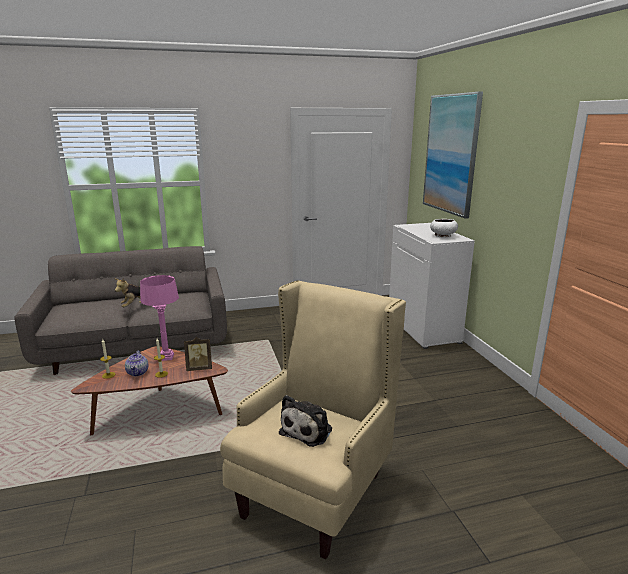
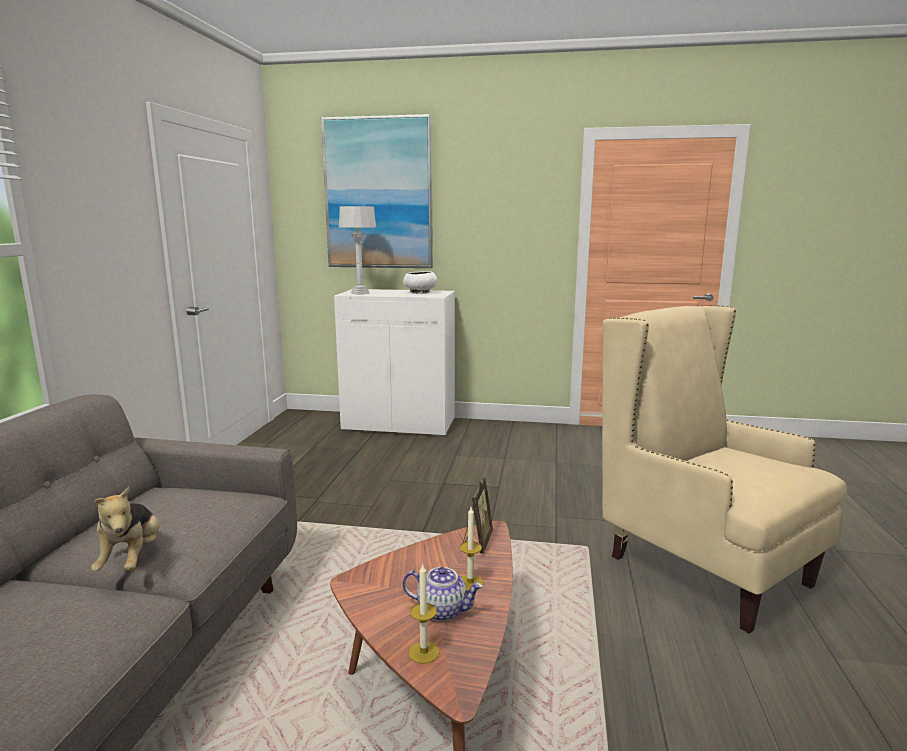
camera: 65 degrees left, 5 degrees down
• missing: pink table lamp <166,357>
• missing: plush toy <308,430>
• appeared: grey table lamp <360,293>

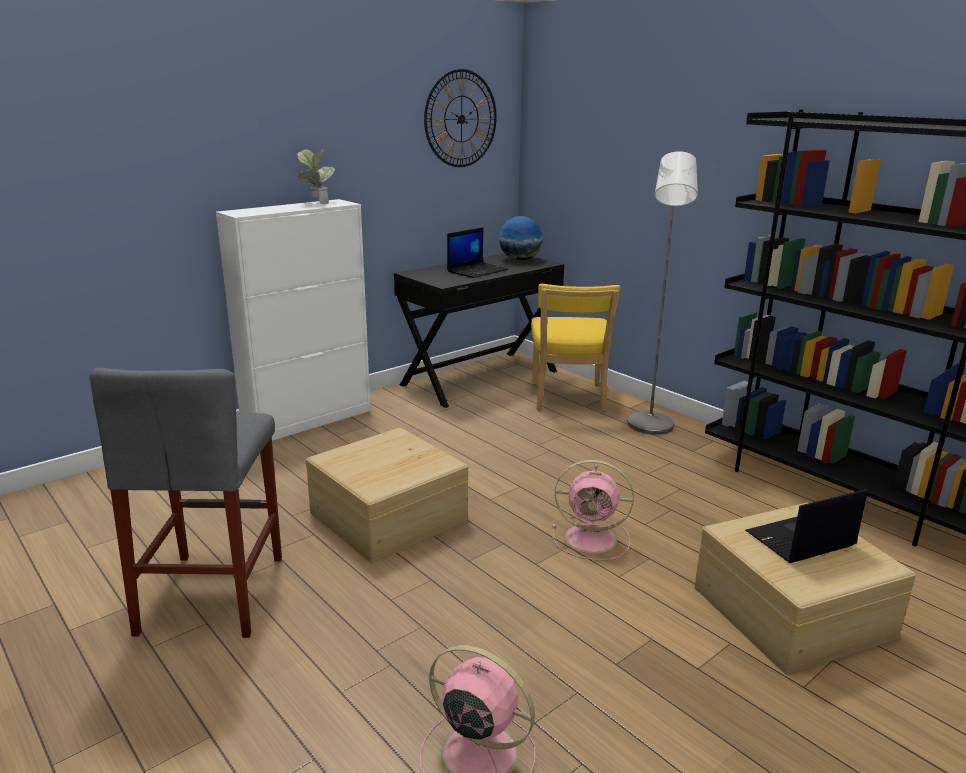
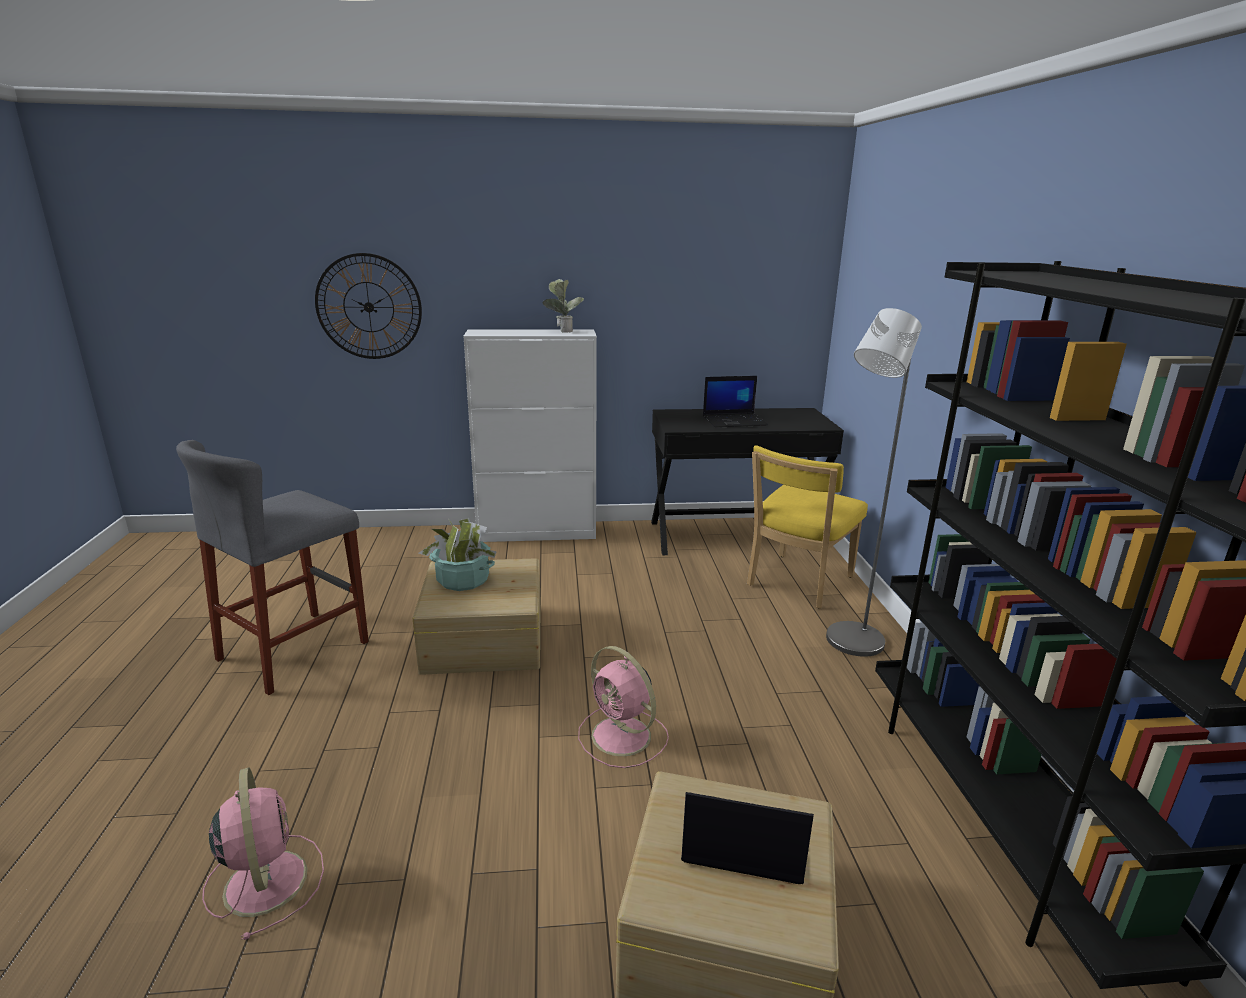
camera: 35 degrees right, 0 degrees up
• relocated: wall clock <461,119> to <369,307>
• missing: globe <520,260>
• appeared: potted plant <463,580>

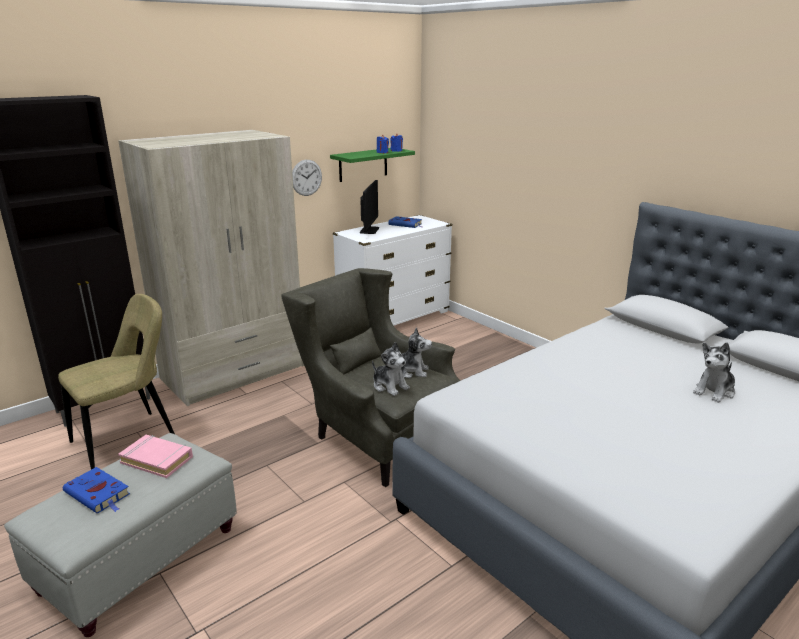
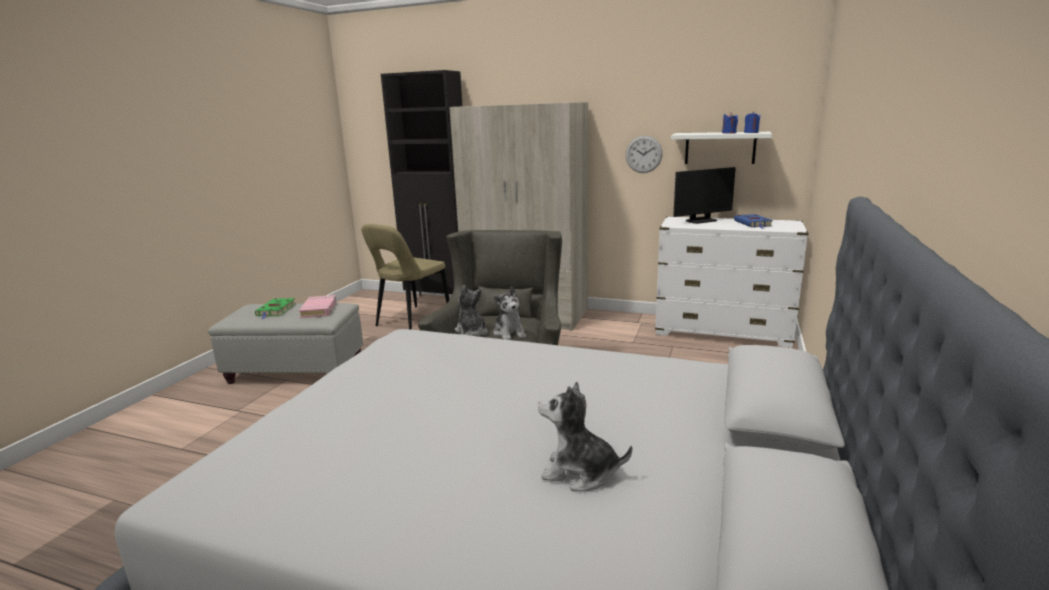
camera: 60 degrees right, 5 degrees down
• spun: beige chair <129,439> = <411,321> 105 degrees clockwise
• colour: blue book <98,494> to green book <276,310>
• colour: green shelf <363,164> to white shelf <720,148>
• spun: plush toy <390,386> = <471,333> 135 degrees clockwise

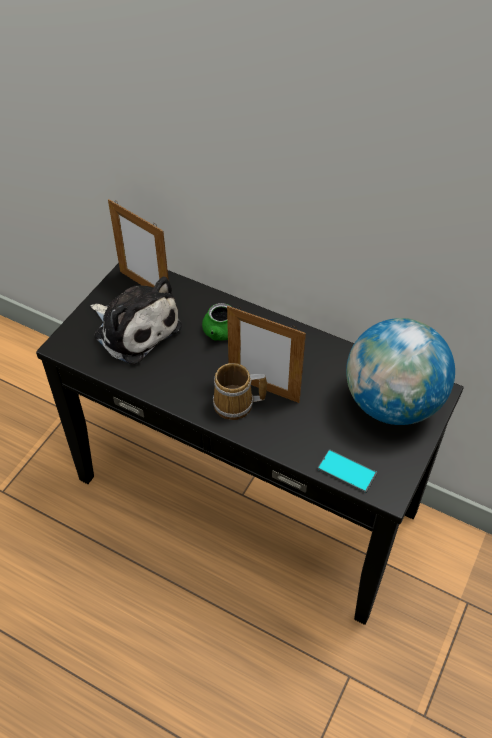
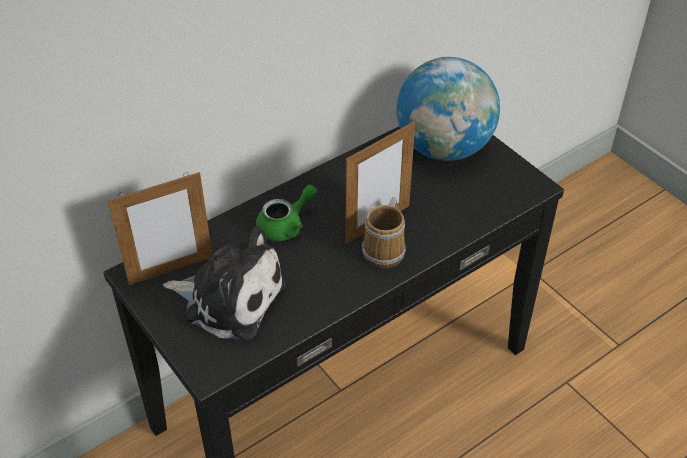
camera: 65 degrees left, 5 degrees down
• spun: plush toy <135,329> = <229,298> 45 degrees clockwise
• missing: phone <347,471>

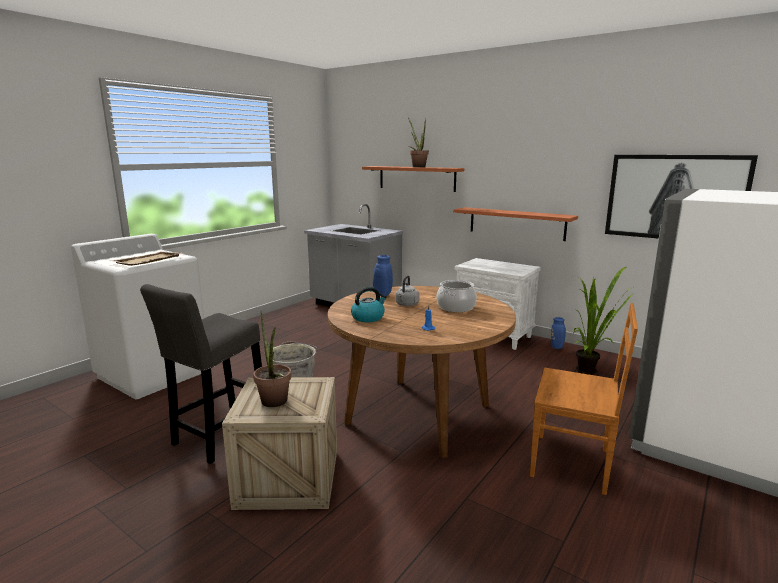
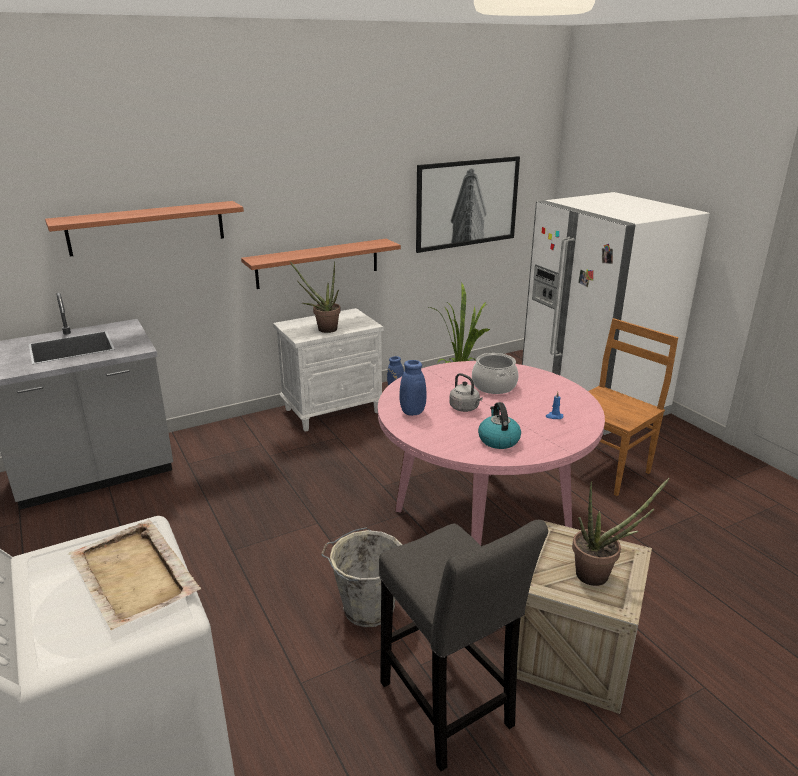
camera: 65 degrees left, 10 degrees up
• colour: brown dining table <418,414> to pink dining table <481,520>
• relocated: potted plant <417,167> to <323,329>

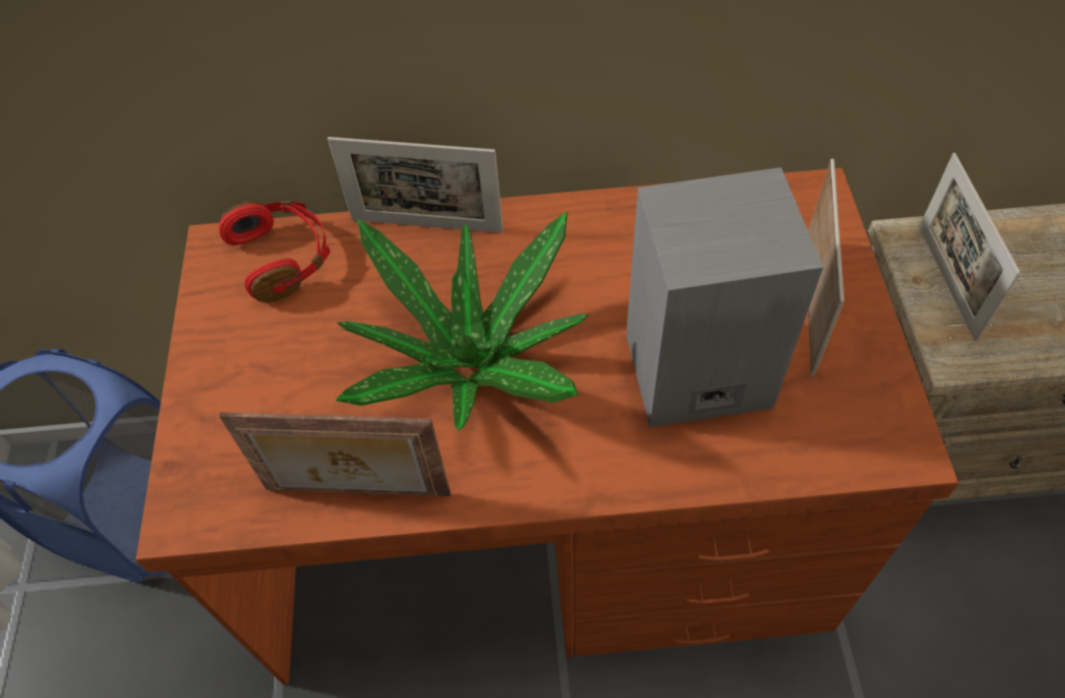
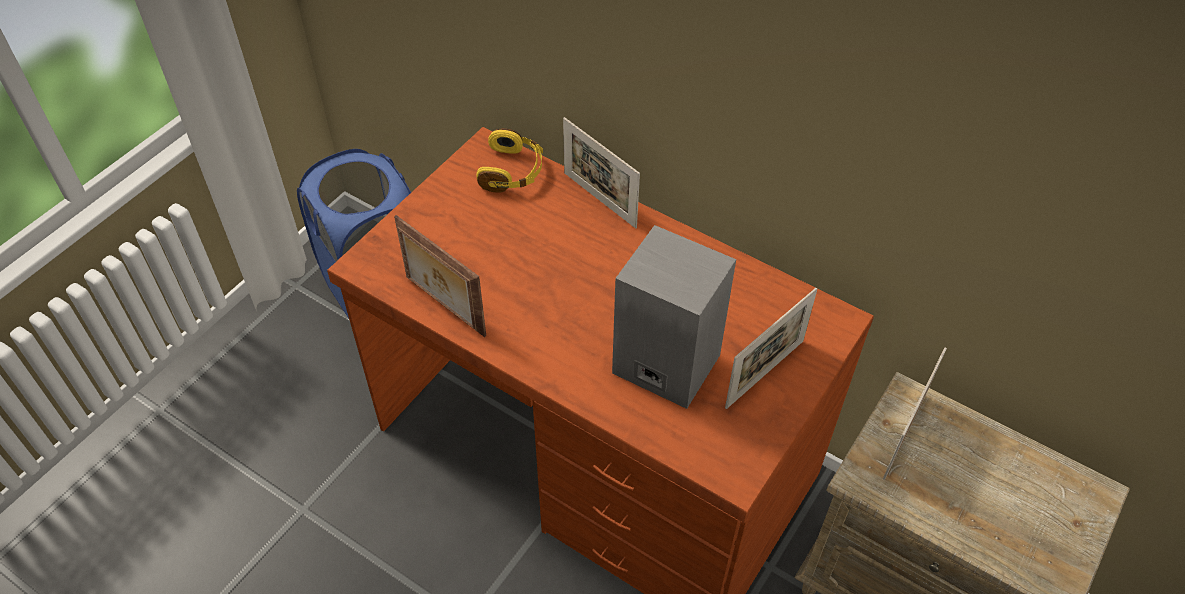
camera: 35 degrees right, 5 degrees down
• colour: red headphones <283,258> to yellow headphones <512,172>
• missing: potted plant <470,362>

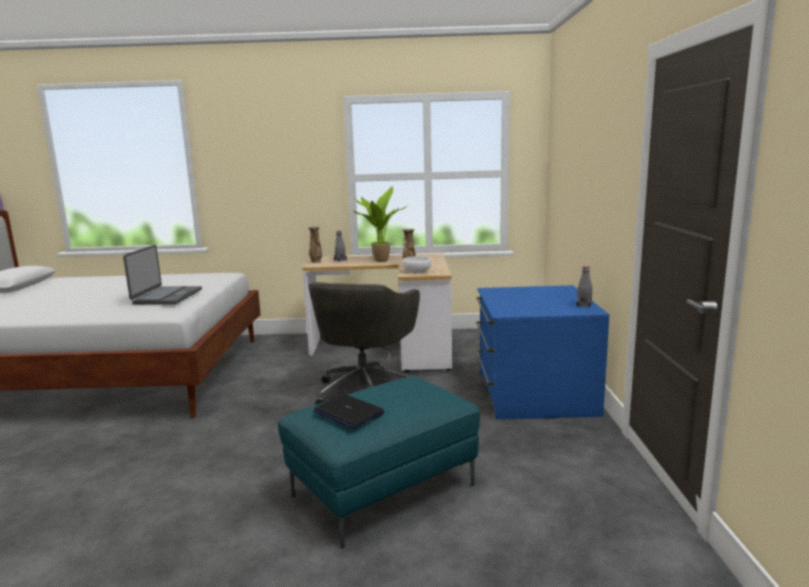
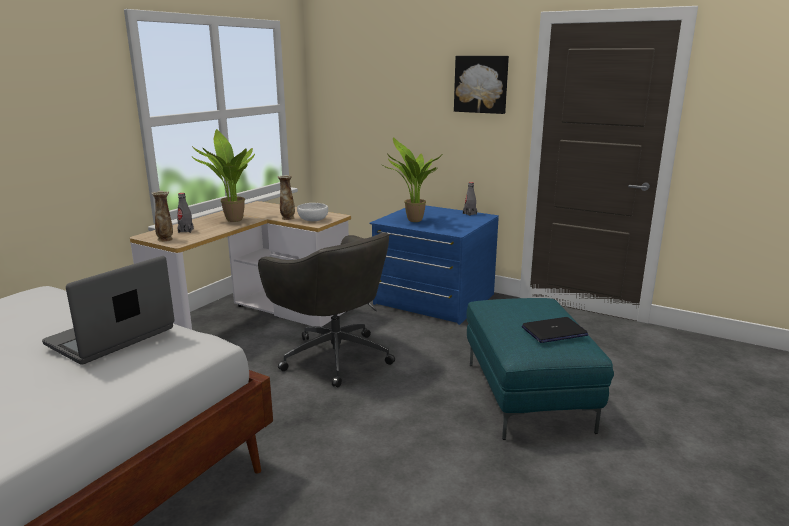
camera: 60 degrees left, 5 degrees up
• spun: laptop <167,296> = <112,337> 90 degrees counterclockwise
• appeared: potted plant <412,221>
• appeared: picture <481,84>

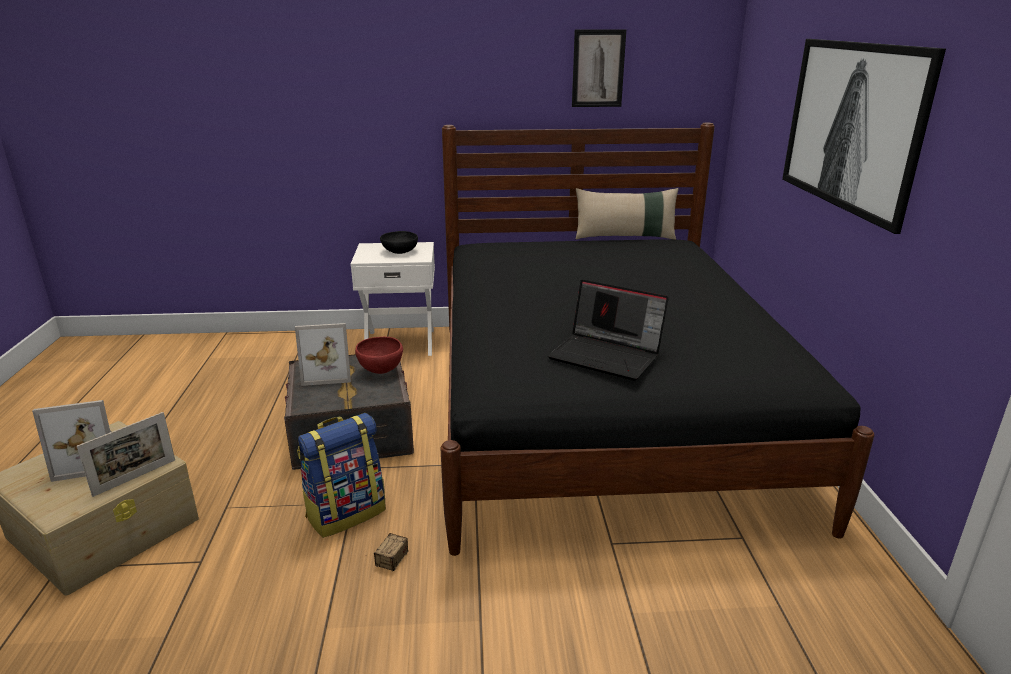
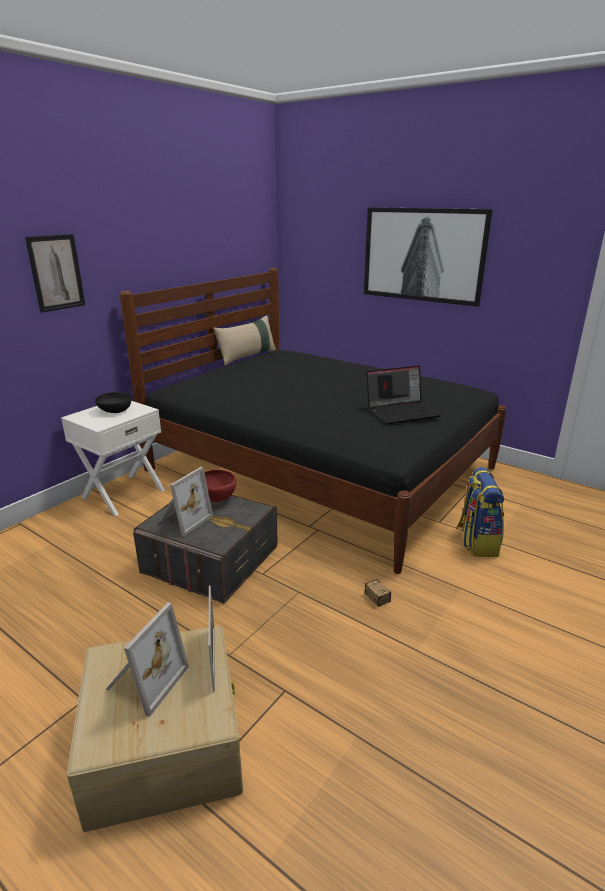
camera: 50 degrees left, 0 degrees up
• relocated: backpack <346,513> to <476,542>
• relocated: picture <598,68> to <56,272>

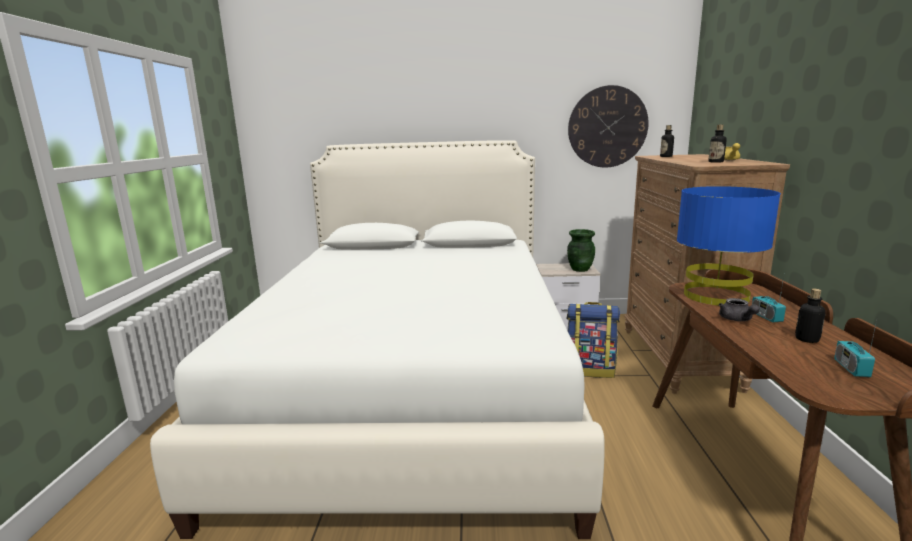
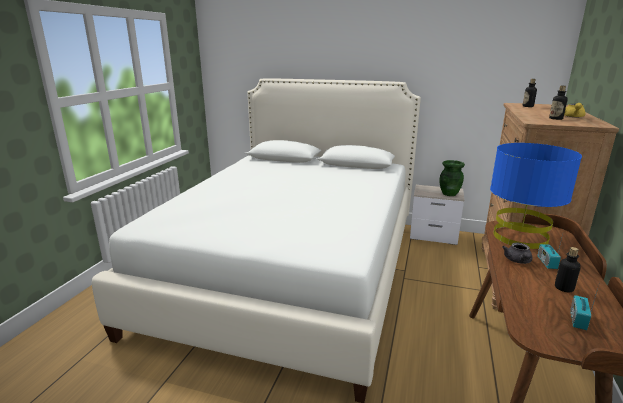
camera: 15 degrees right, 5 degrees up
• missing: backpack <590,370>
• missing: wall clock <607,127>

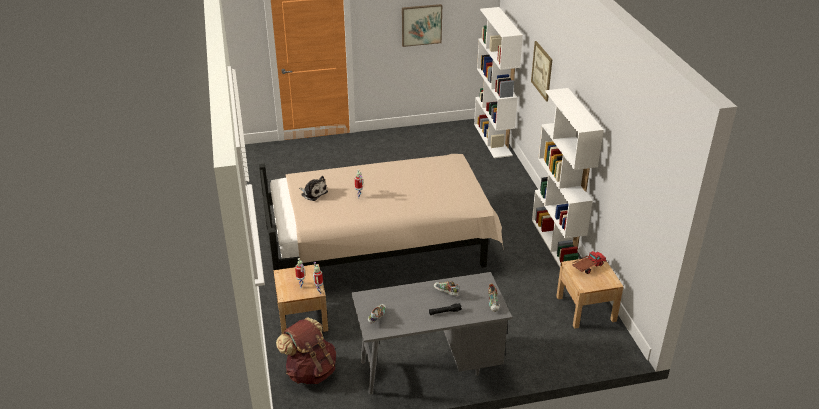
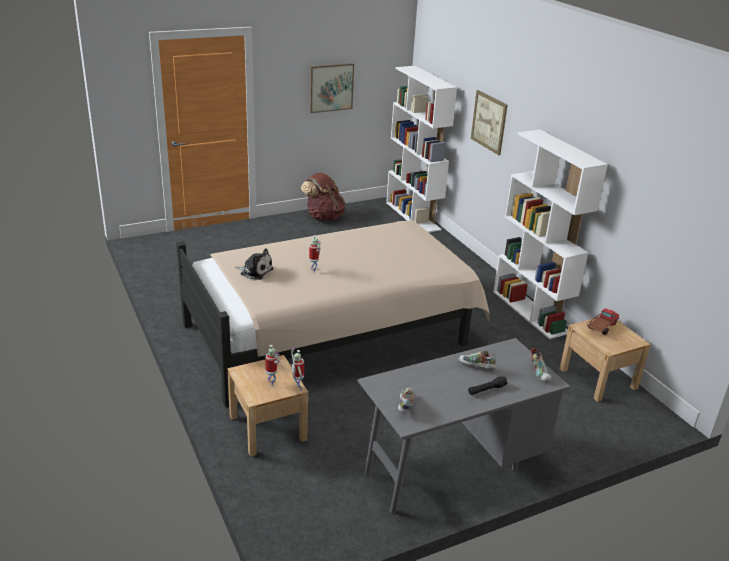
camera: 15 degrees left, 5 degrees down
• relocated: brown backpack <310,371> to <323,217>

